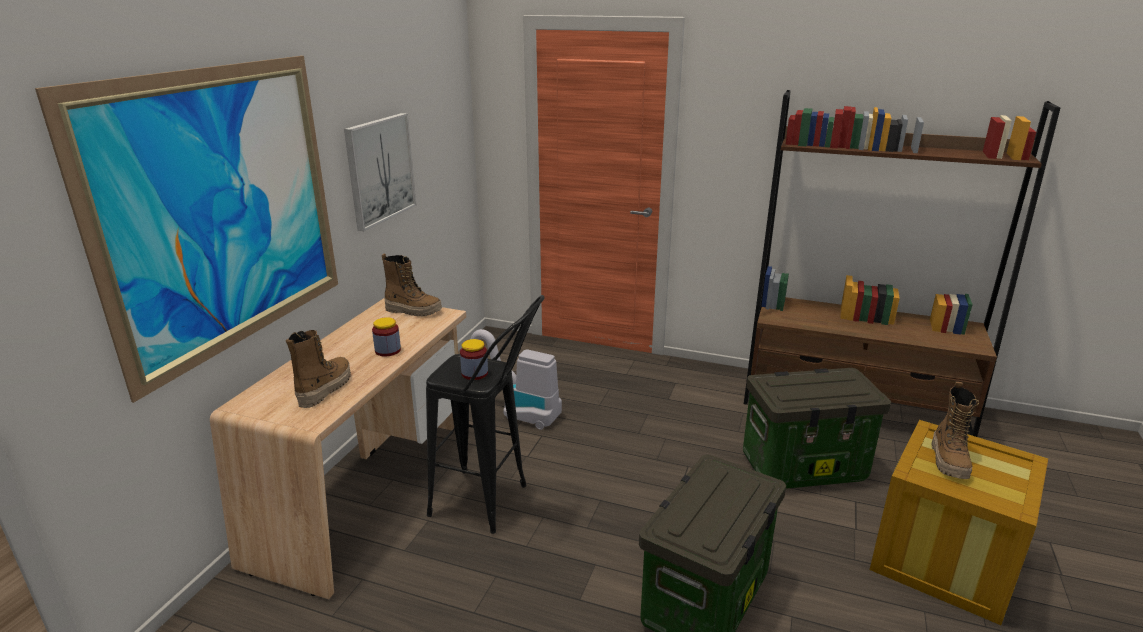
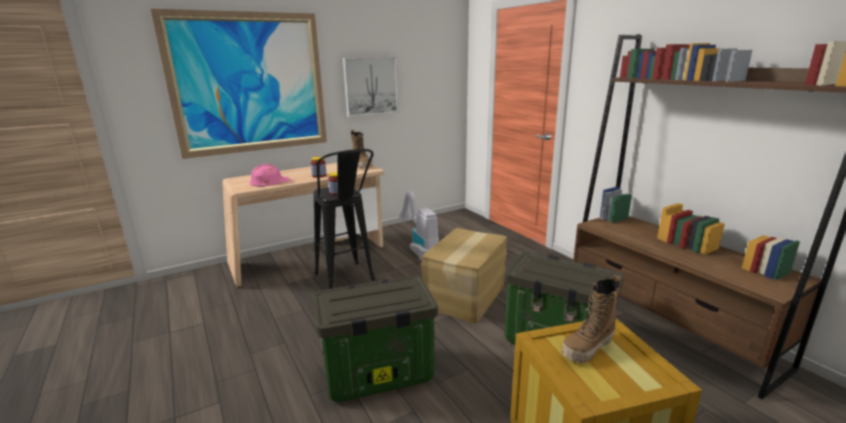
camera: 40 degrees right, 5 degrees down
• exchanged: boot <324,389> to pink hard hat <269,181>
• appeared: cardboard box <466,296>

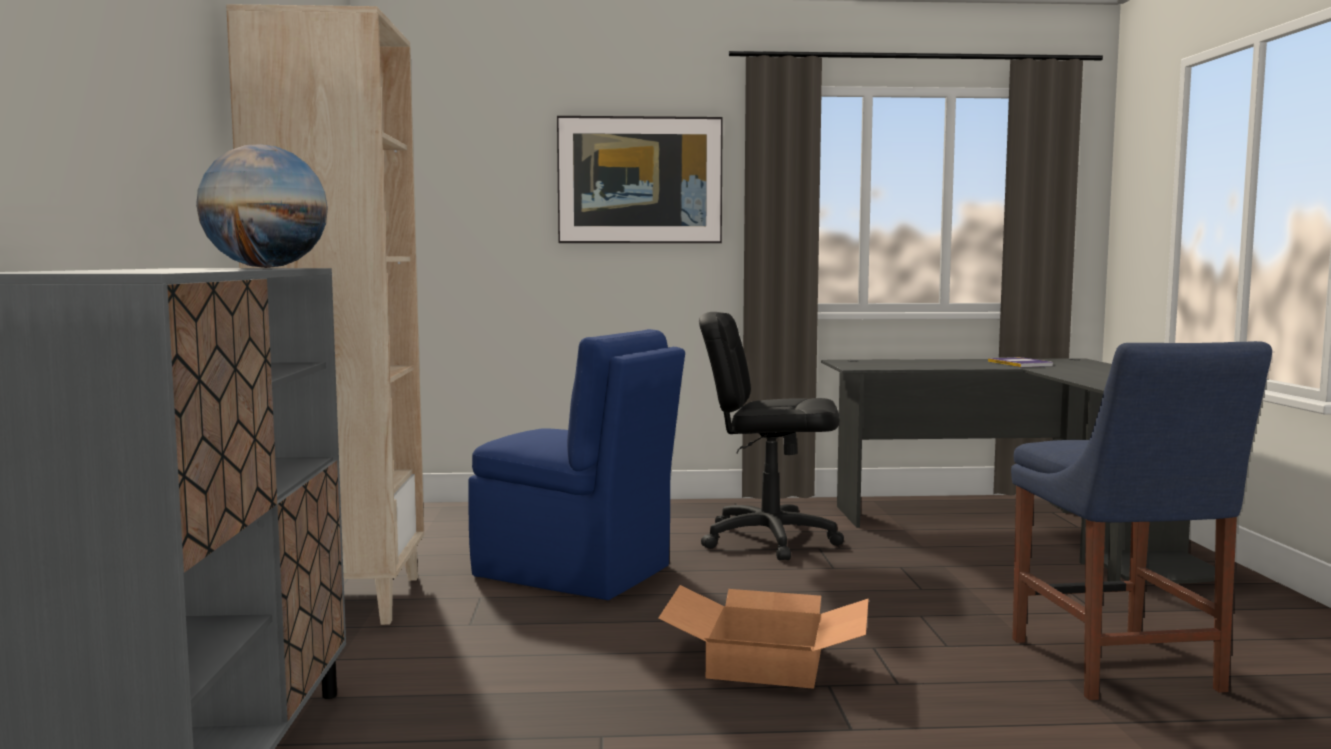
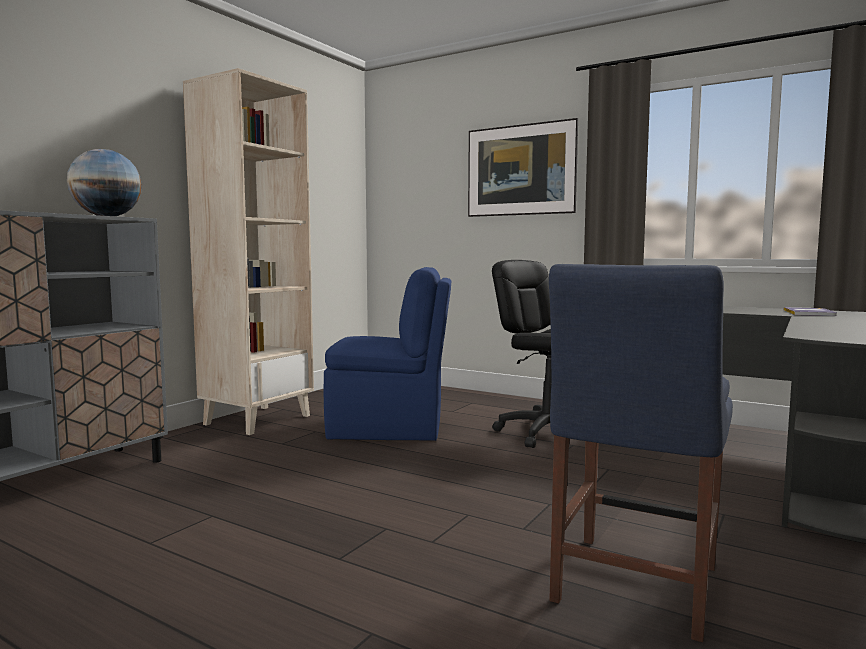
camera: 35 degrees right, 0 degrees up
• spun: blue chair <576,572> = <389,429> 60 degrees counterclockwise
• missing: cardboard box <767,662>

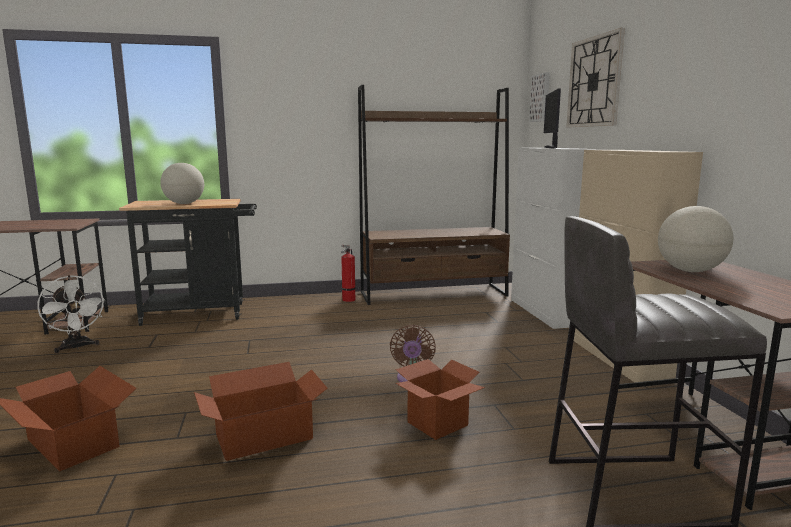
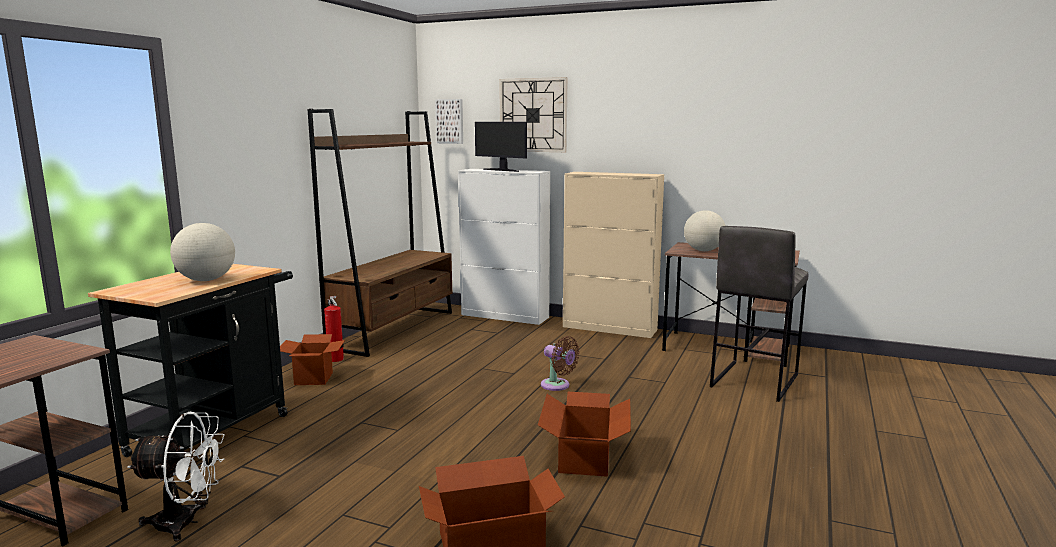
camera: 55 degrees left, 0 degrees up
• relocated: cardboard box <437,423> to <313,379>

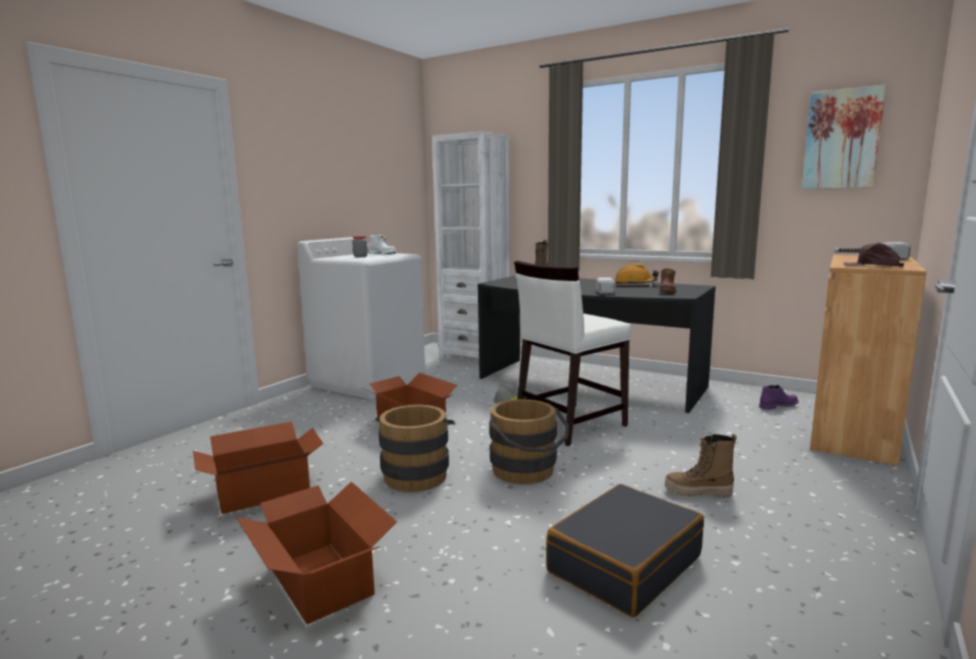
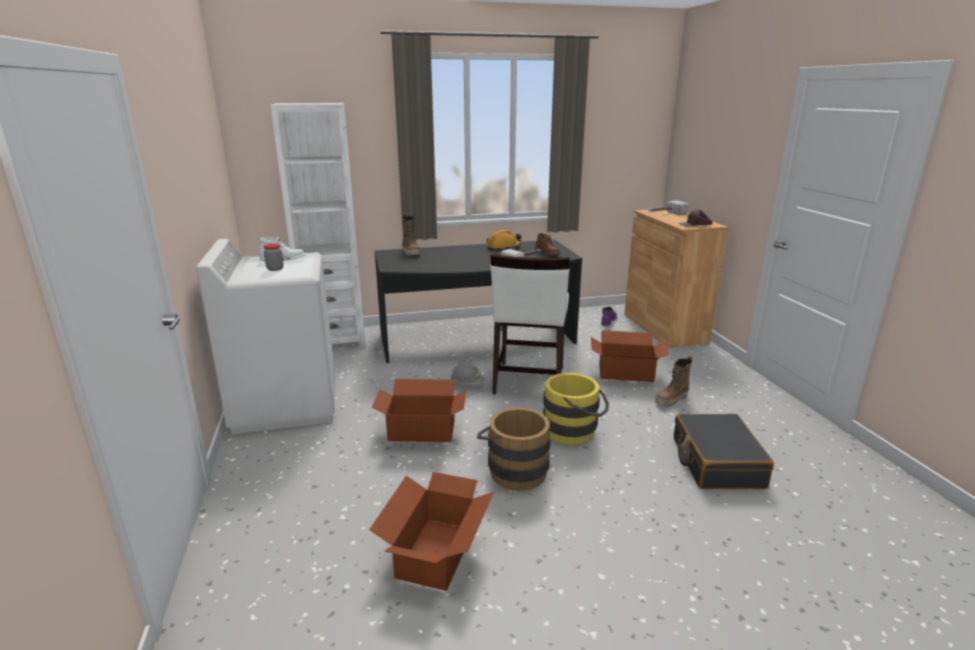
camera: 45 degrees left, 10 degrees up
• relocated: cardboard box <321,580> to <625,372>
• colour: brown bucket <527,472> to yellow bucket <574,431>
• missing: picture <842,139>

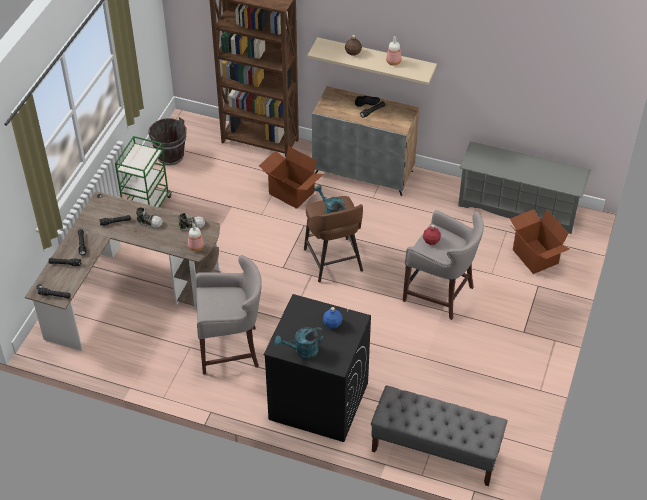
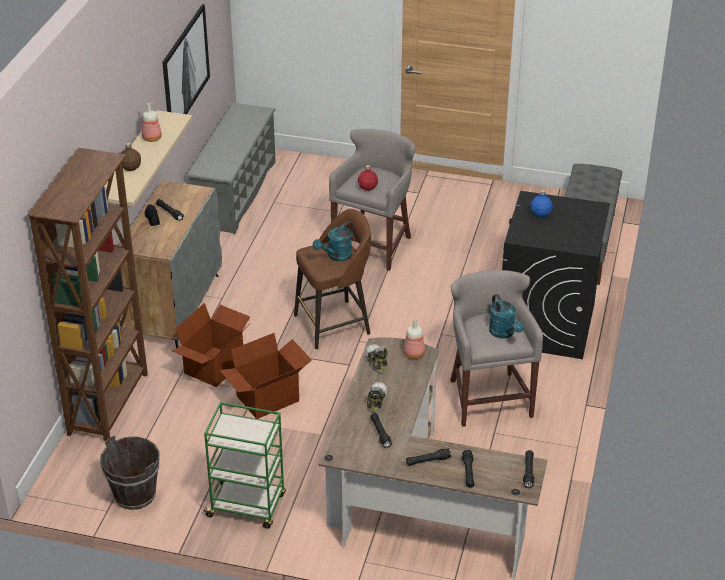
camera: 95 degrees left, 10 degrees down
• relocated: turquoise watering can <302,351> to <504,333>
• relocated: cardboard box <534,257> to <268,399>
• appeared: picture <184,69>

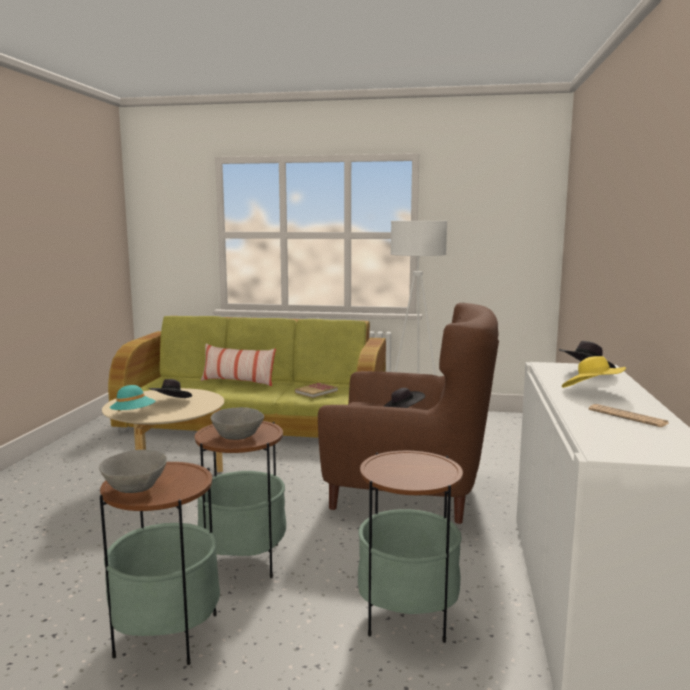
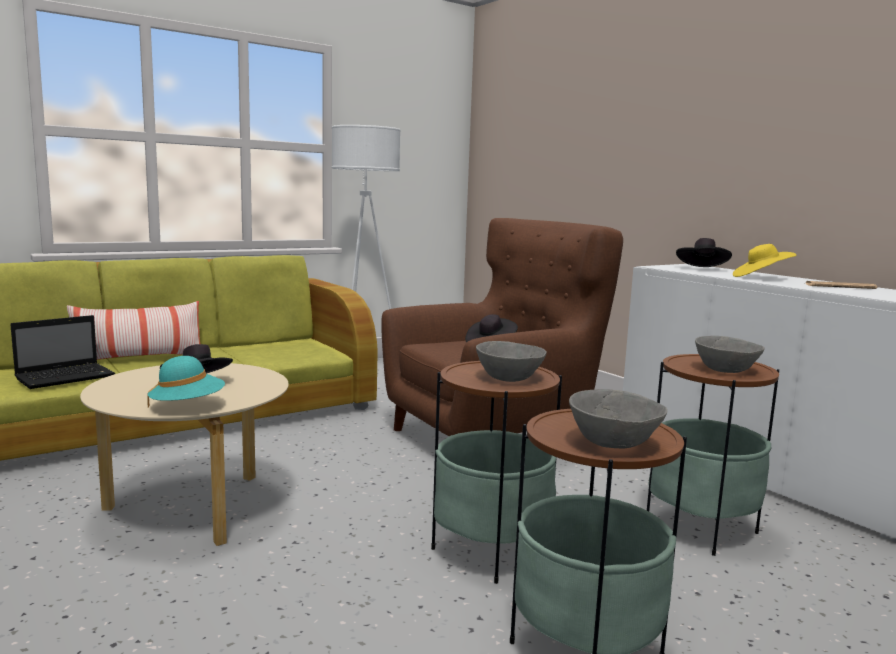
camera: 45 degrees left, 0 degrees up
• missing: book <316,392>
• appeared: laptop <67,377>
• appeared: grey bowl <725,370>

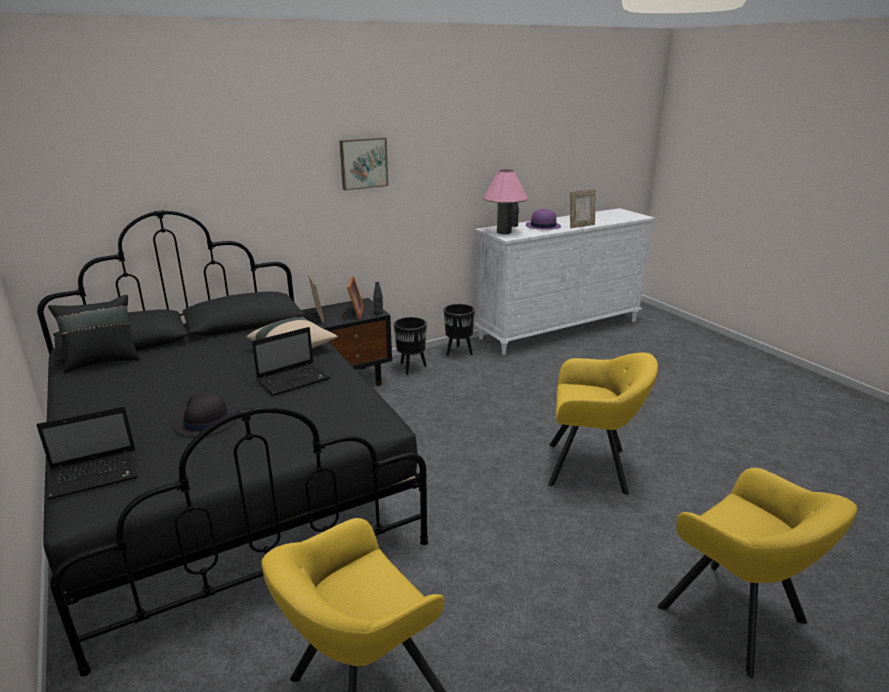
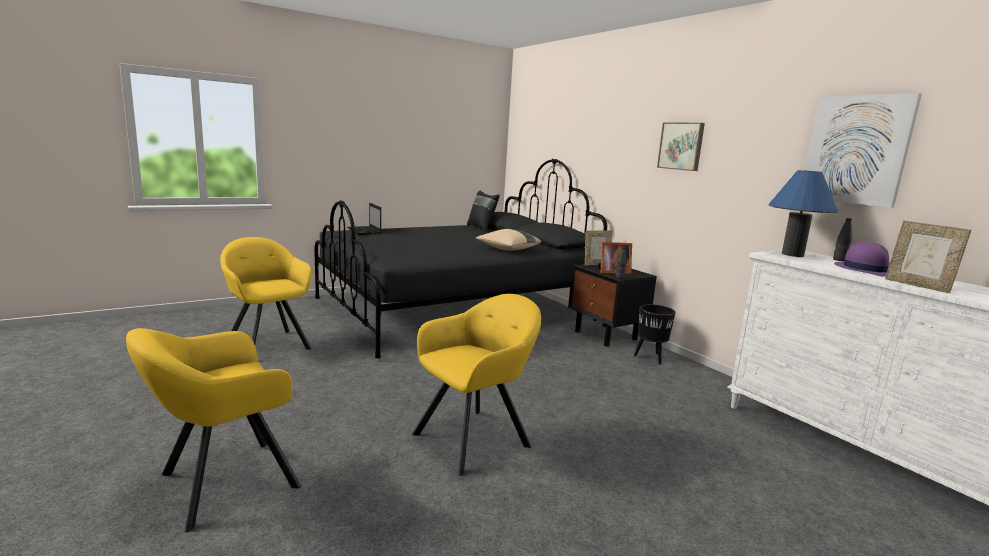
camera: 85 degrees right, 10 degrees down
• missing: black hat <205,422>
• missing: laptop <295,380>
• missing: black planter <459,352>
• colour: pink table lamp <504,232> to blue table lamp <792,254>
• spun: yellow armchair <592,468> = <476,438> 135 degrees counterclockwise
• appeared: picture <856,150>

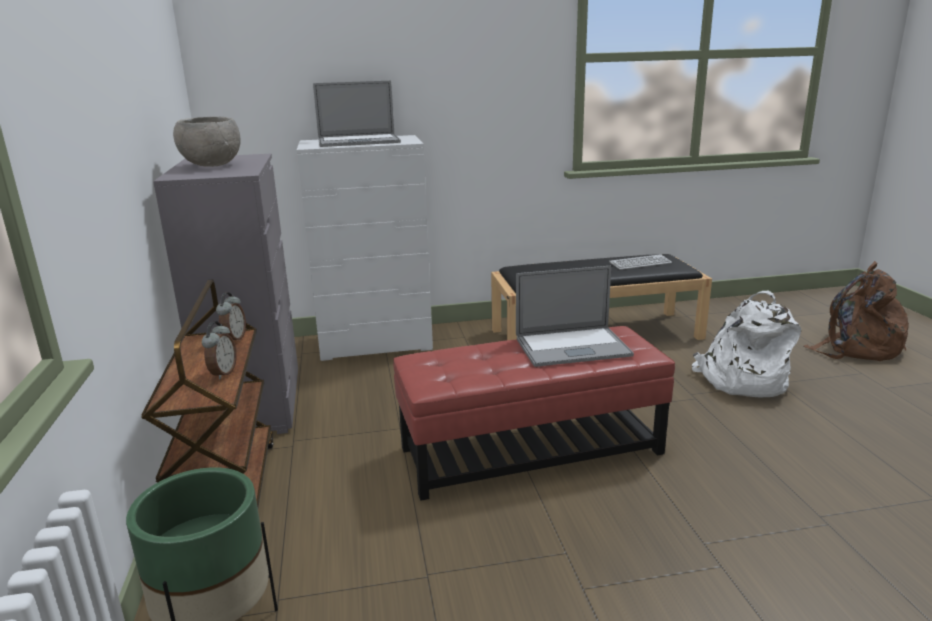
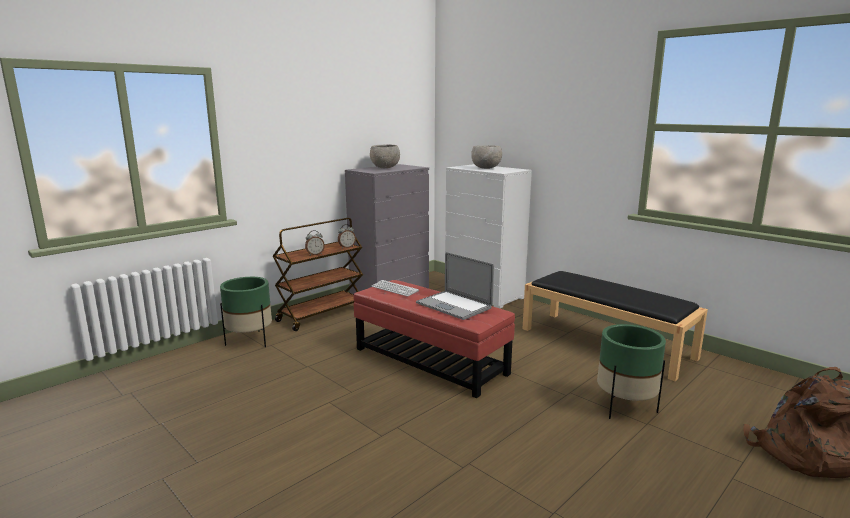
camera: 55 degrees right, 5 degrees down
• exchanged: laptop <358,141> to grey bowl <486,168>
• relocated: keyboard <640,263> to <394,289>
• exchanged: white backpack <741,380> to green planter <625,407>

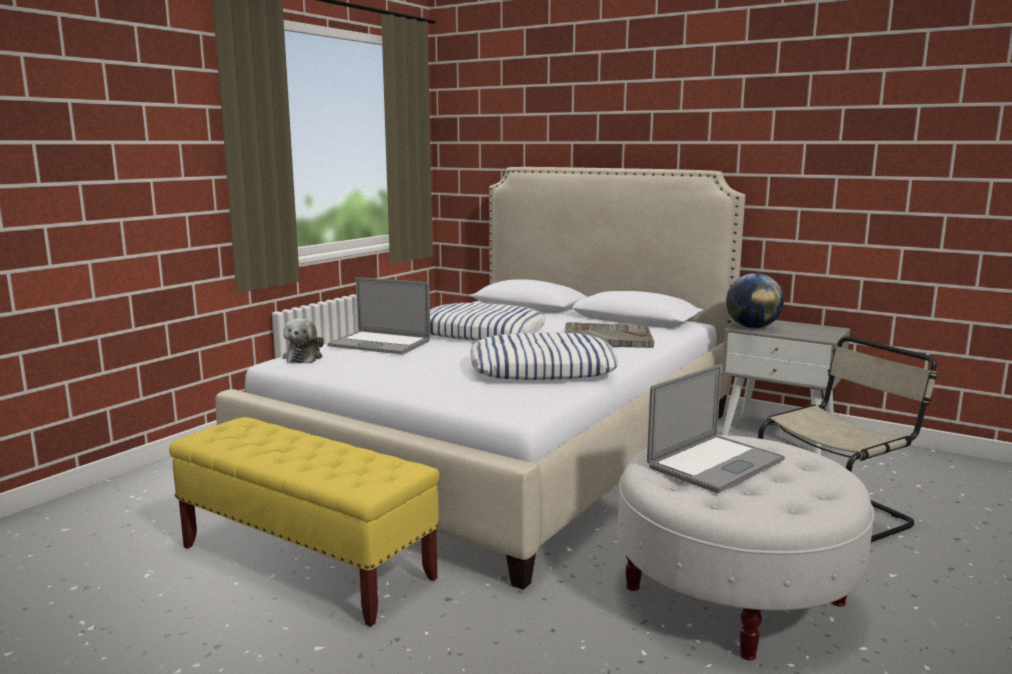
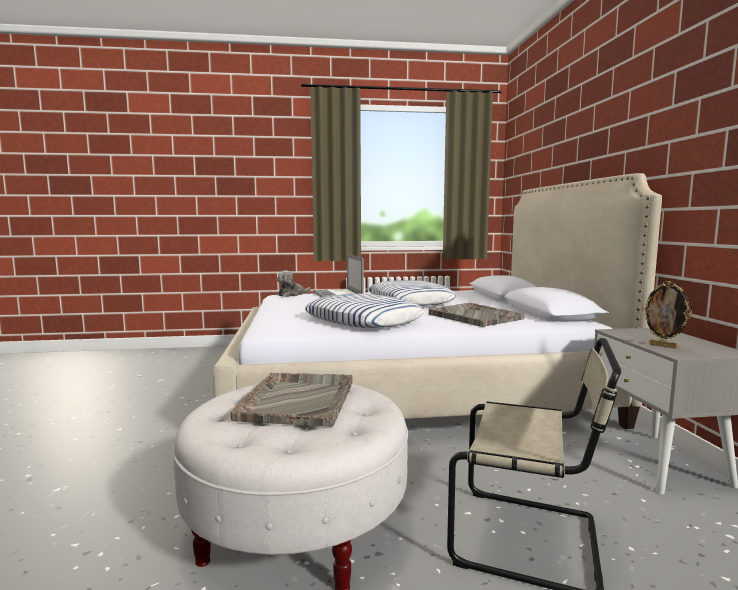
camera: 50 degrees right, 5 degrees down
• missing: yellow bench <306,563>
• exchanged: laptop <715,463> to grey tray <298,400>
• missing: globe <752,327>
• appeared: picture frame <663,346>

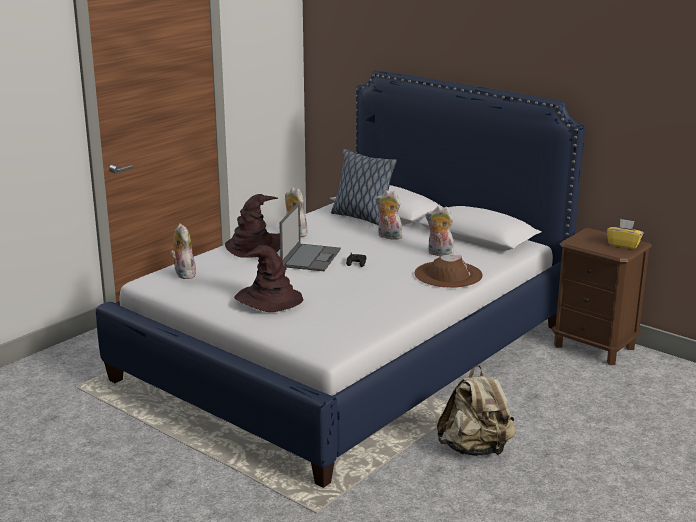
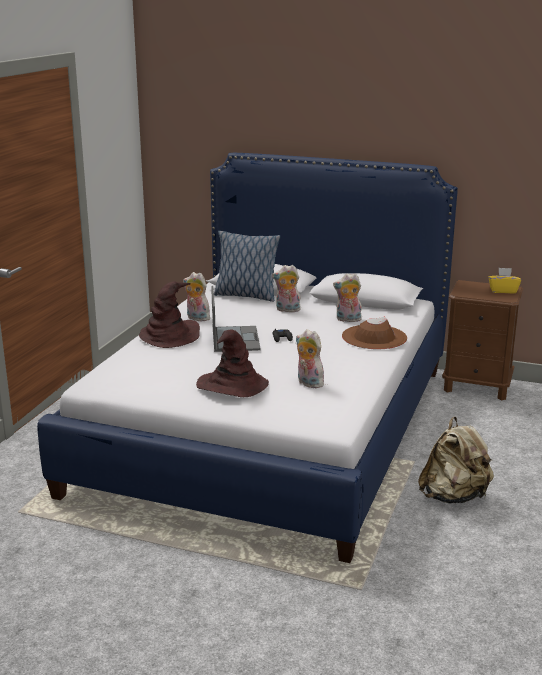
camera: 20 degrees left, 0 degrees up
• relocated: plush toy <183,274> to <308,383>

